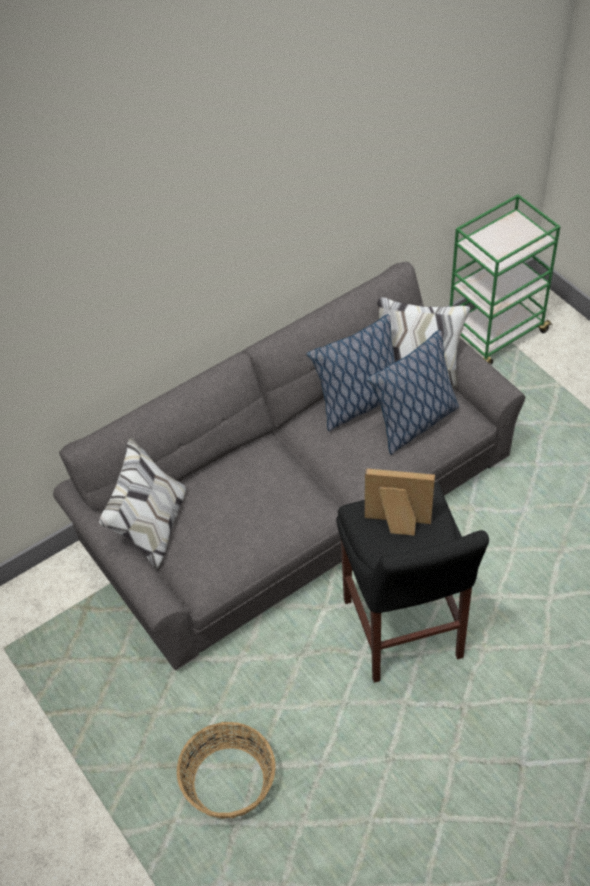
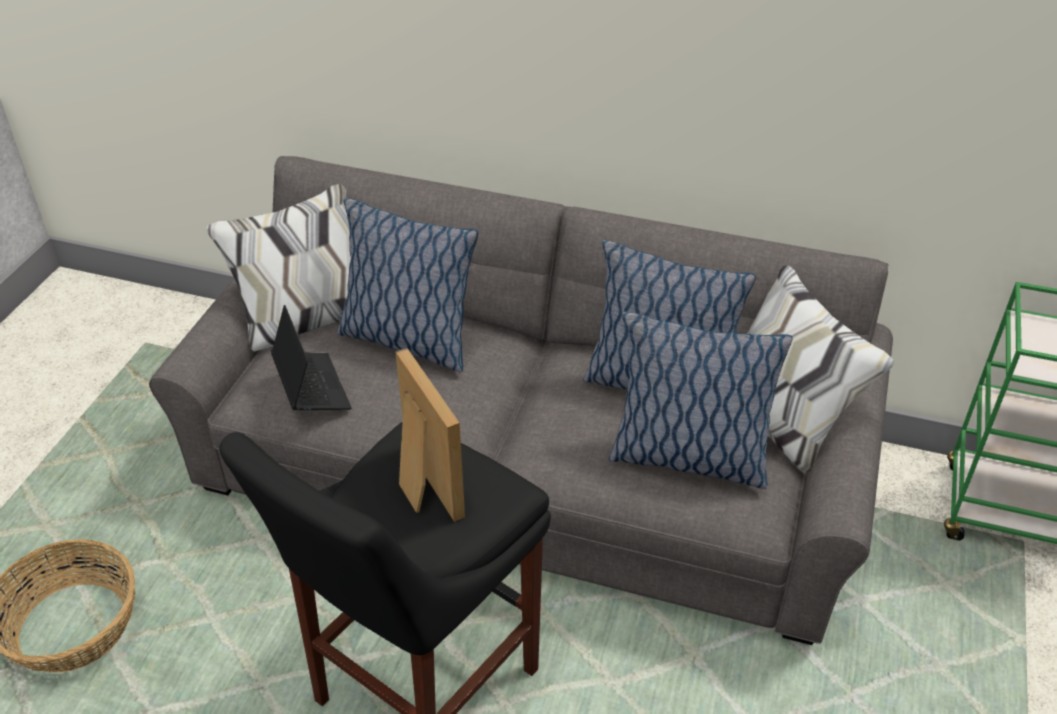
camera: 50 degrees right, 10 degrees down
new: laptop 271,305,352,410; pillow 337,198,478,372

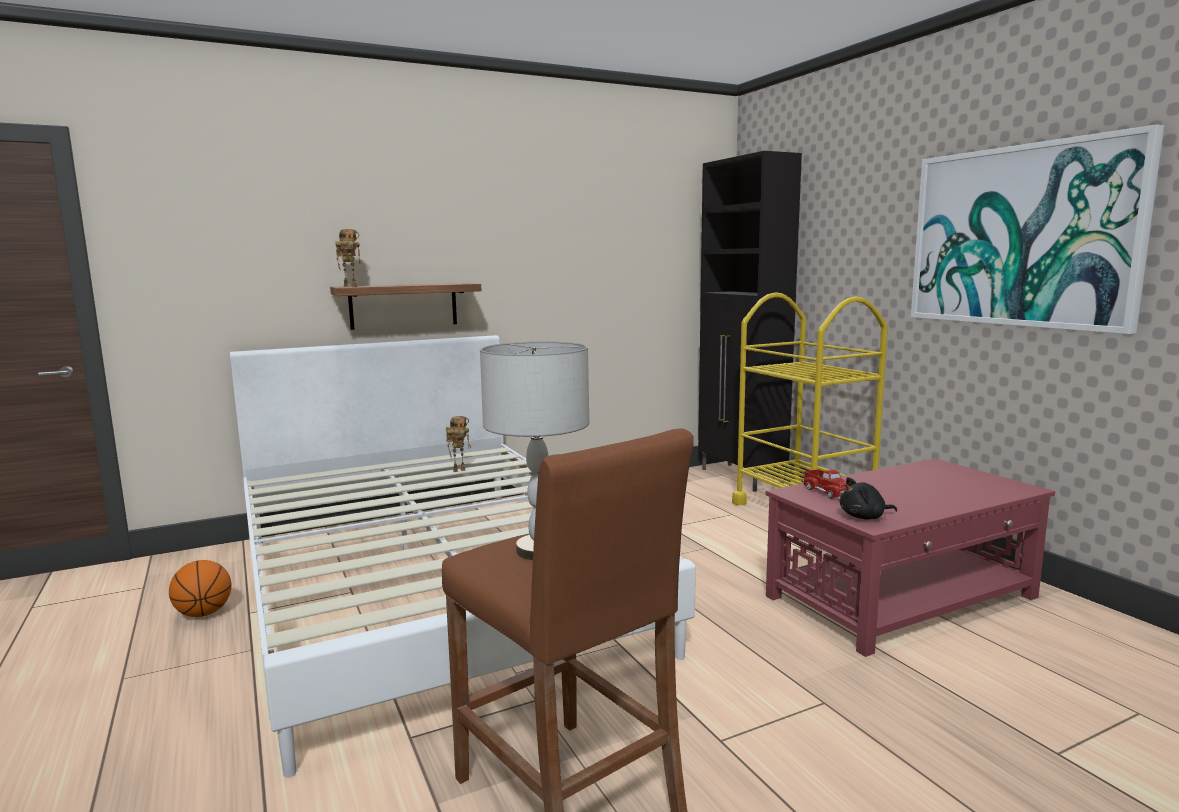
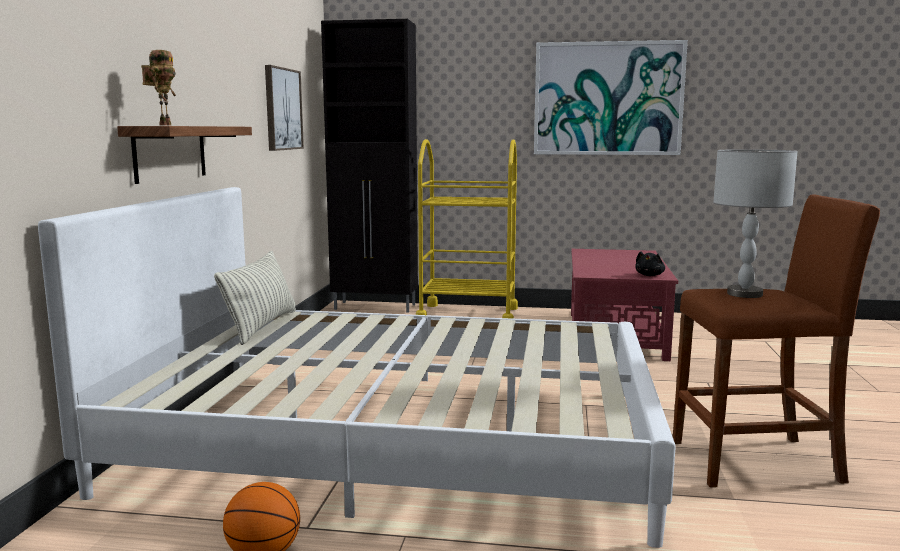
camera: 55 degrees left, 0 degrees up
gone: toy robot 446,416,471,472; toy truck 803,469,846,499
new: pillow 214,251,296,345; picture 265,65,304,151

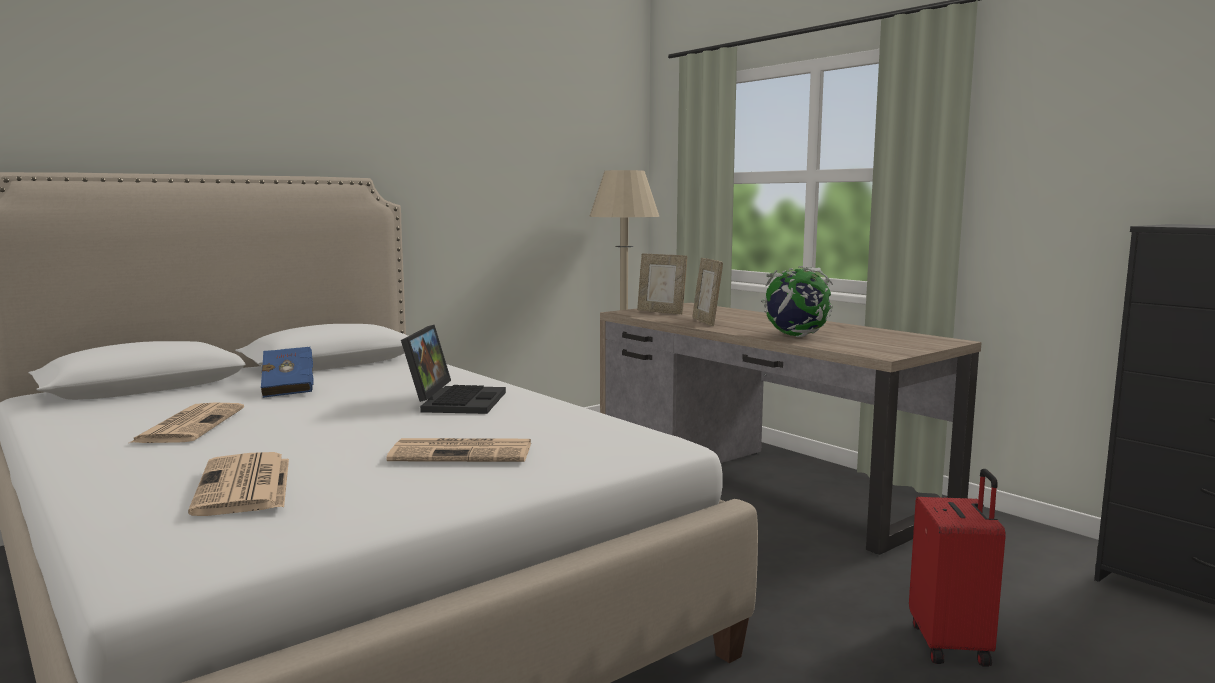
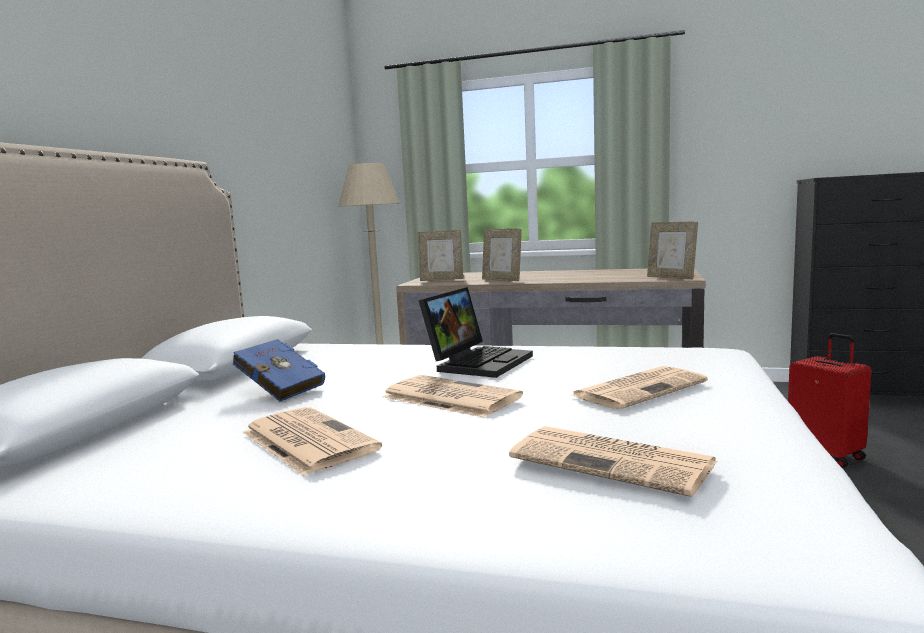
camera: 35 degrees left, 0 degrees up
gone: globe 761,266,833,337
new: newspaper 382,375,523,417; picture frame 647,222,698,279
rotated: laptop 401,325,506,414 = 419,287,533,378 60 degrees clockwise

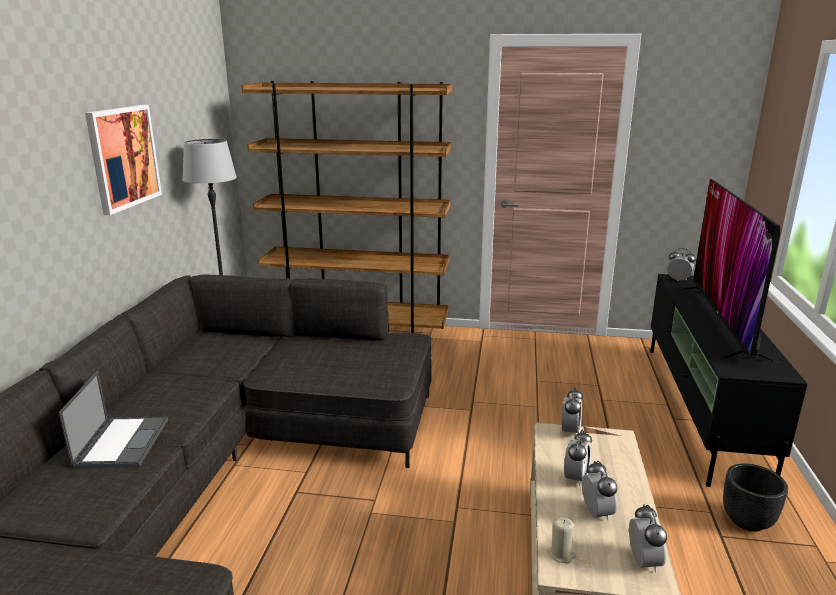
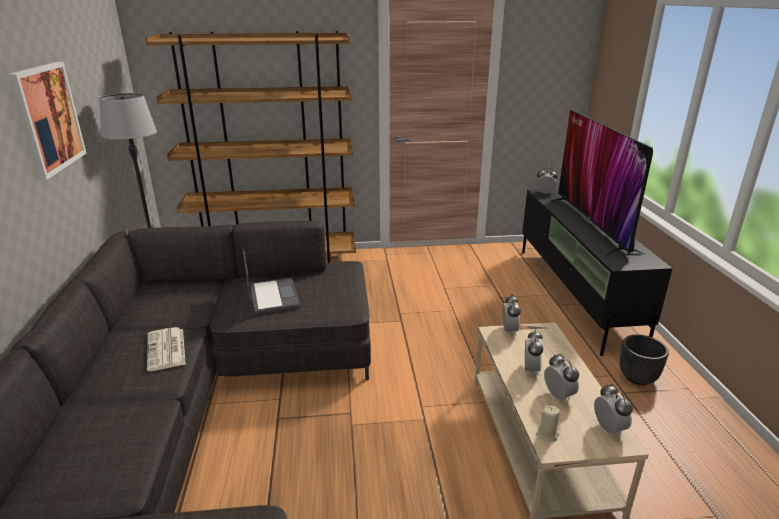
camera: 15 degrees left, 5 degrees up
new: newspaper 147,327,186,371
shifted: laptop 58,370,168,468 to 243,248,301,315

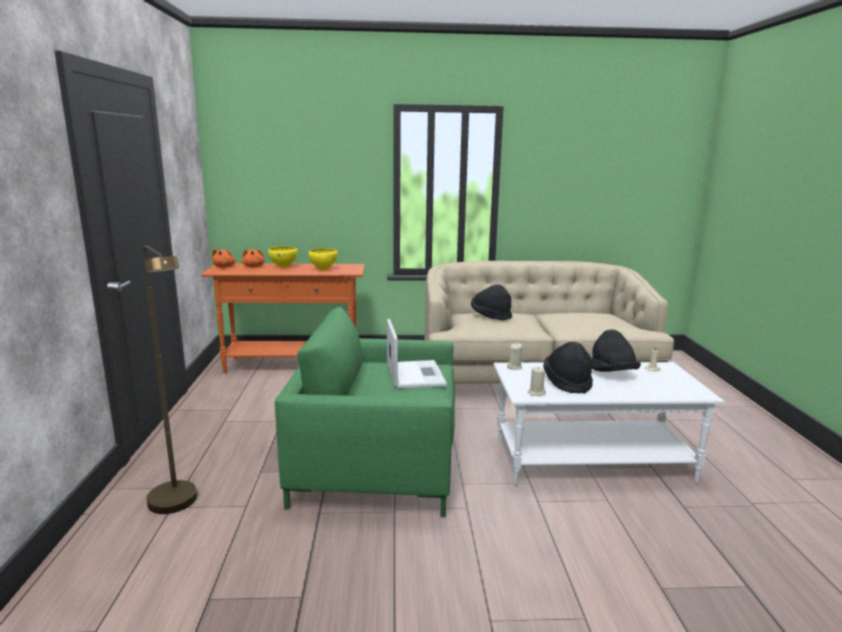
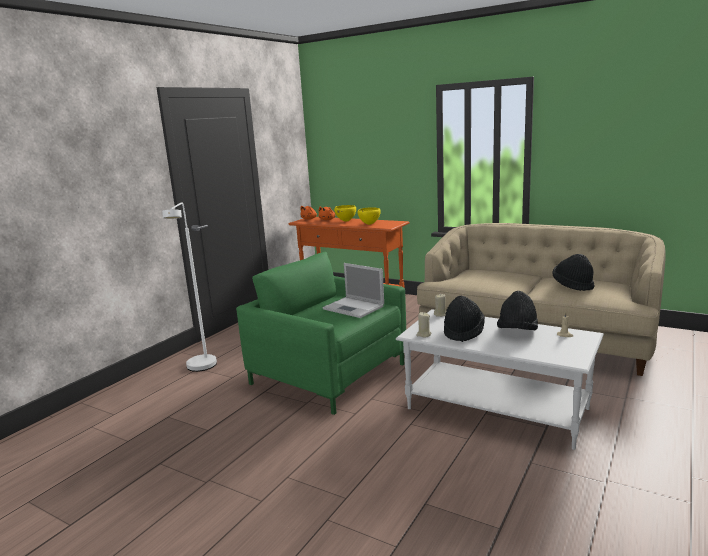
camera: 35 degrees right, 0 degrees up
shifted: black hat 471,284,512,320 to 553,254,595,291
repainted: brown floor lamp 144,245,197,514 to white floor lamp 162,203,217,372
rotated: laptop 387,319,447,389 = 322,263,384,318 105 degrees clockwise

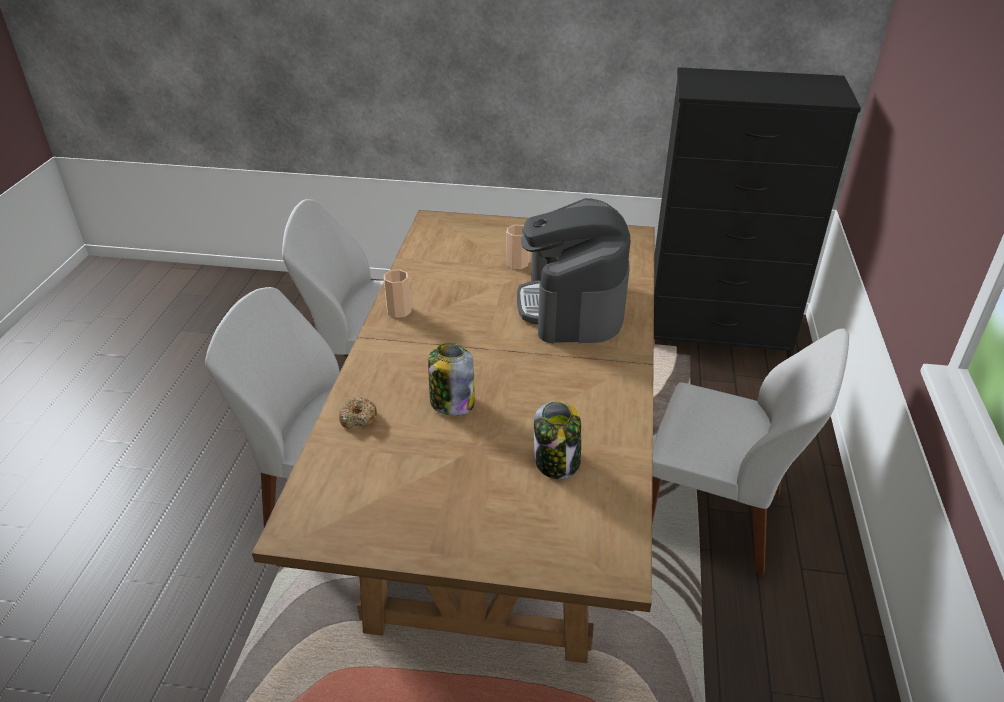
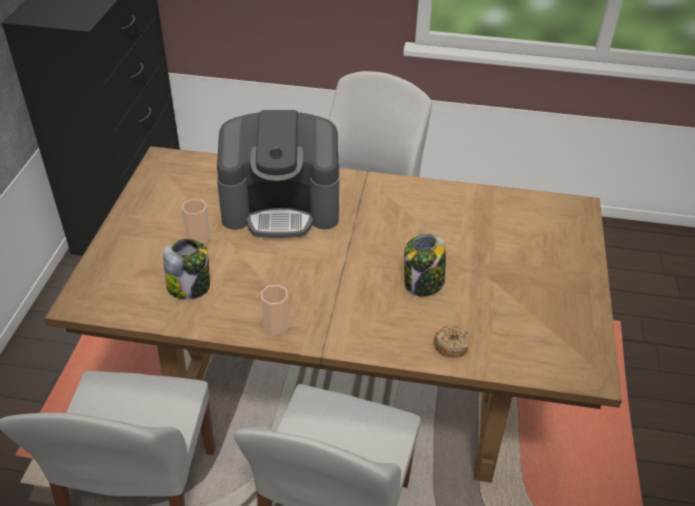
camera: 90 degrees left, 5 degrees up
shifted: jar 534,401,581,479 to 163,238,210,300

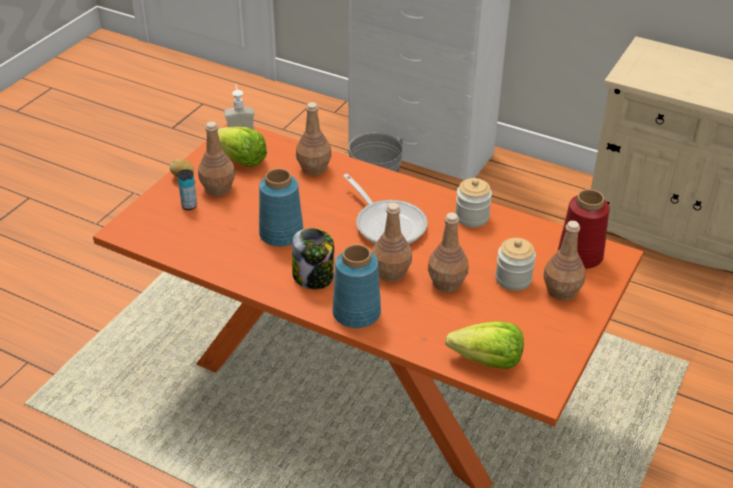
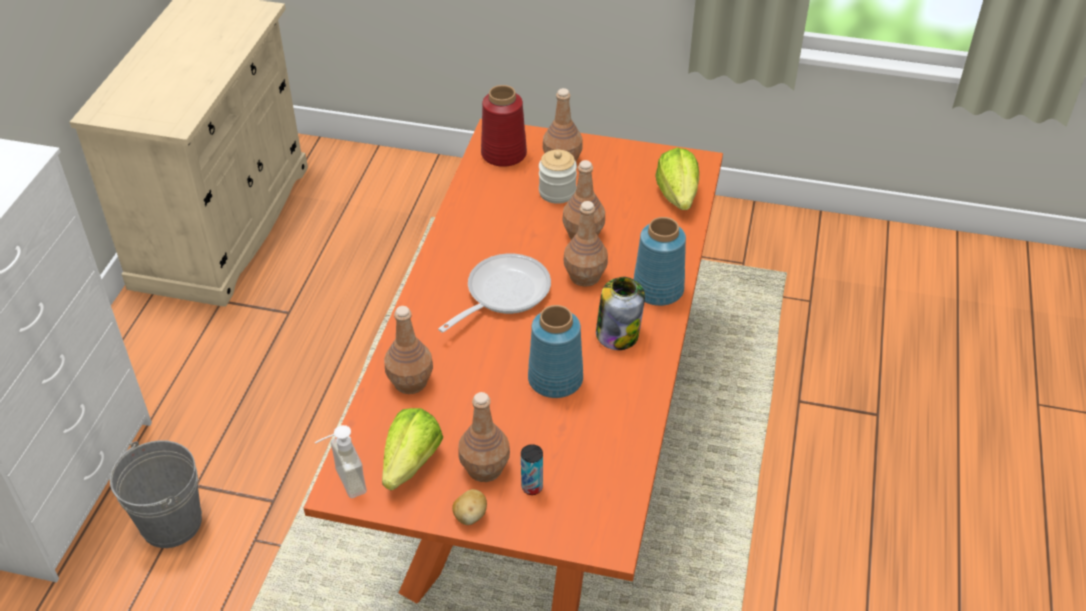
camera: 105 degrees left, 5 degrees up
gone: jar 455,178,492,227

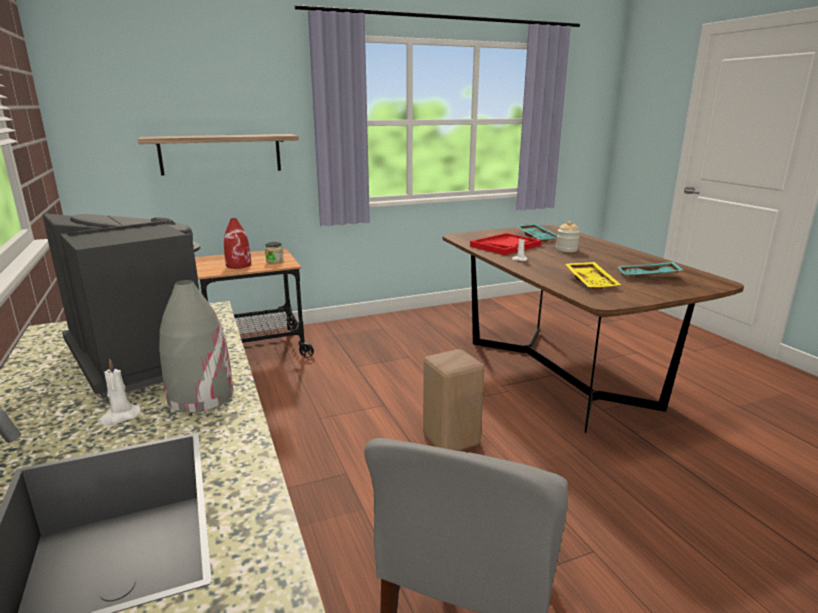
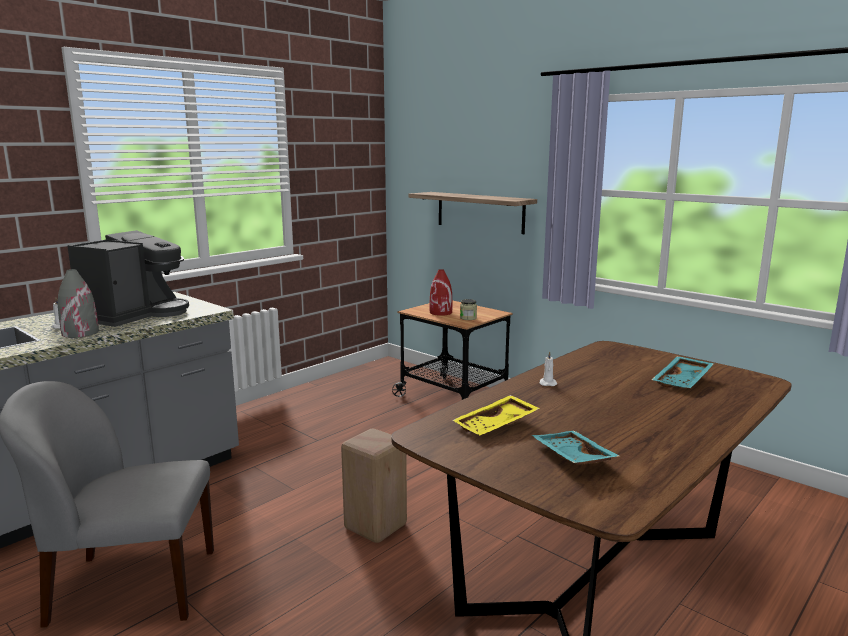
camera: 65 degrees right, 5 degrees down
gone: red tray 470,233,542,255; jar 556,221,580,252

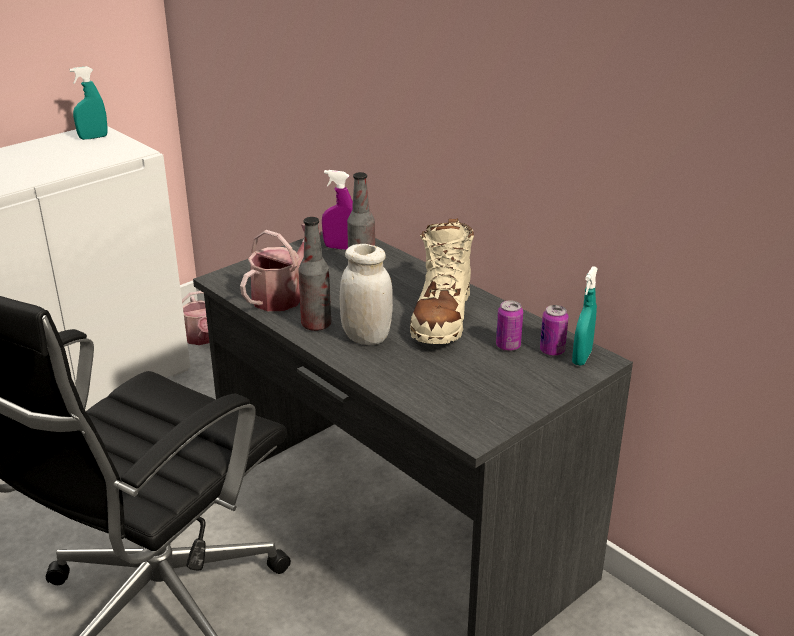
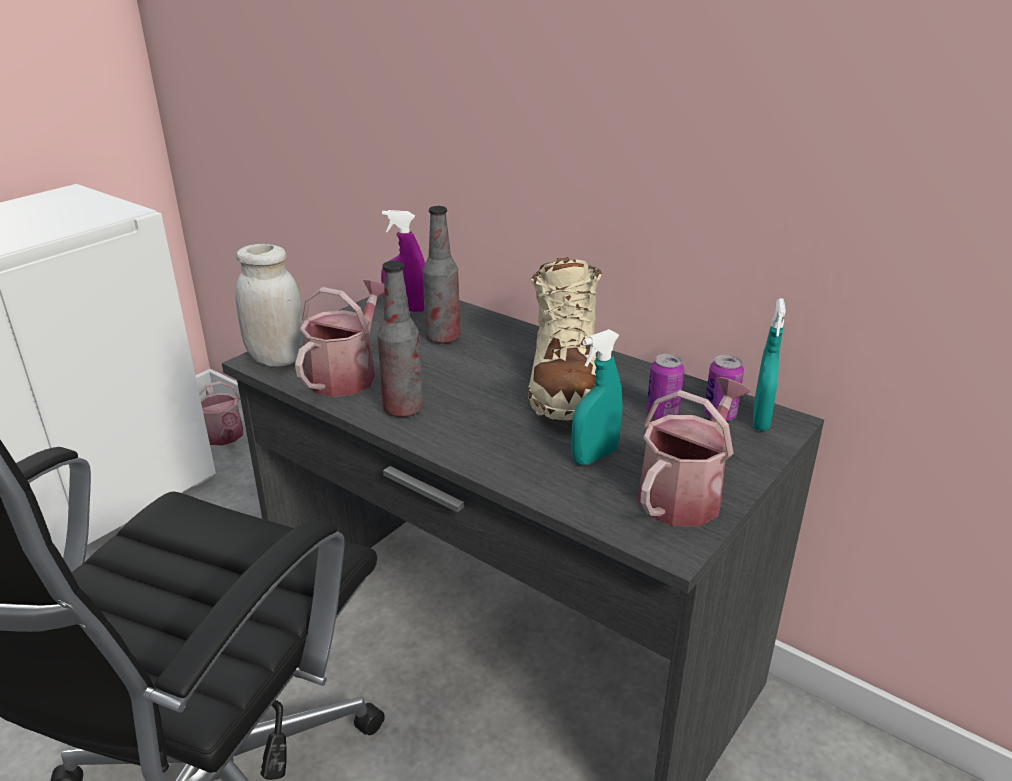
camera: 10 degrees left, 0 degrees up
new: watering can 637,377,751,526
shifted: turquoise spray bottle 69,66,107,140 to 572,329,622,465; white jar 340,244,393,345 to 236,244,304,367

